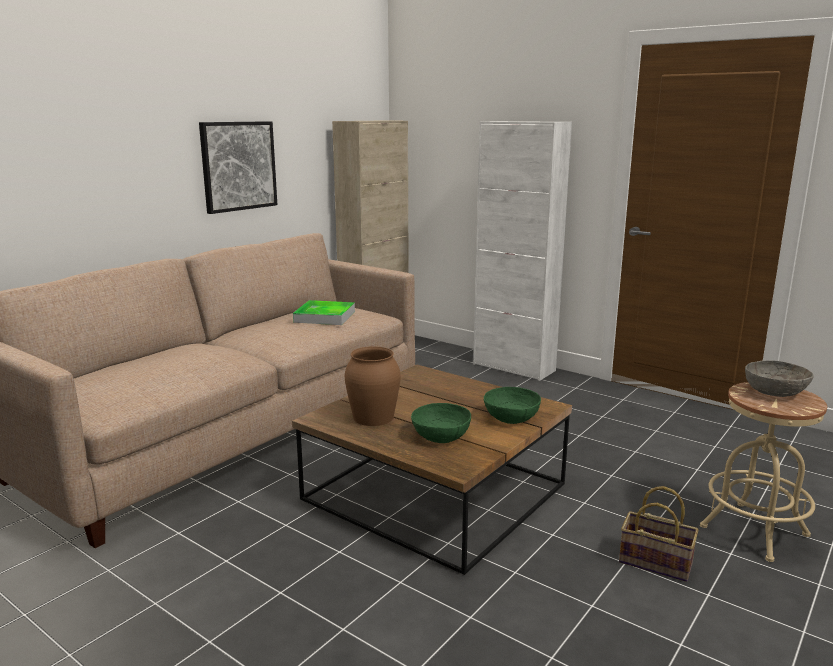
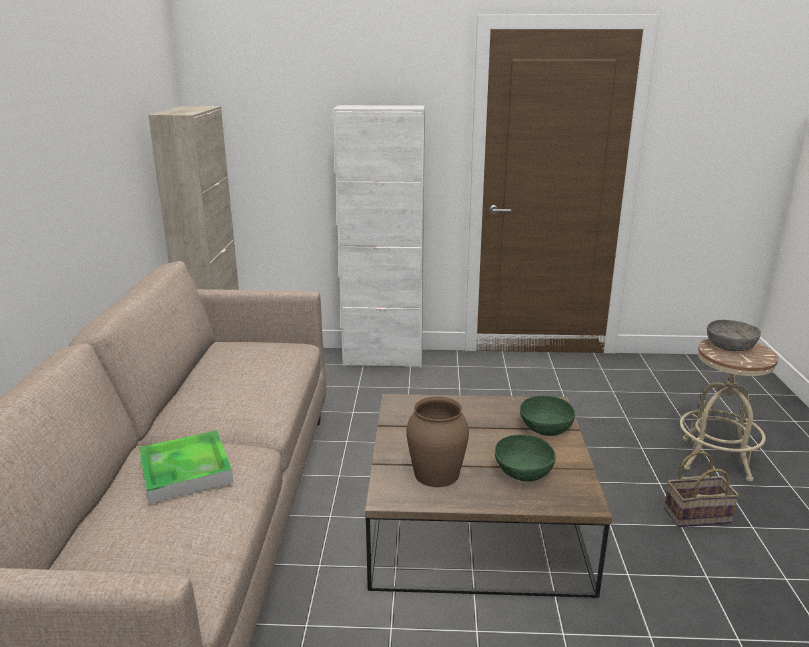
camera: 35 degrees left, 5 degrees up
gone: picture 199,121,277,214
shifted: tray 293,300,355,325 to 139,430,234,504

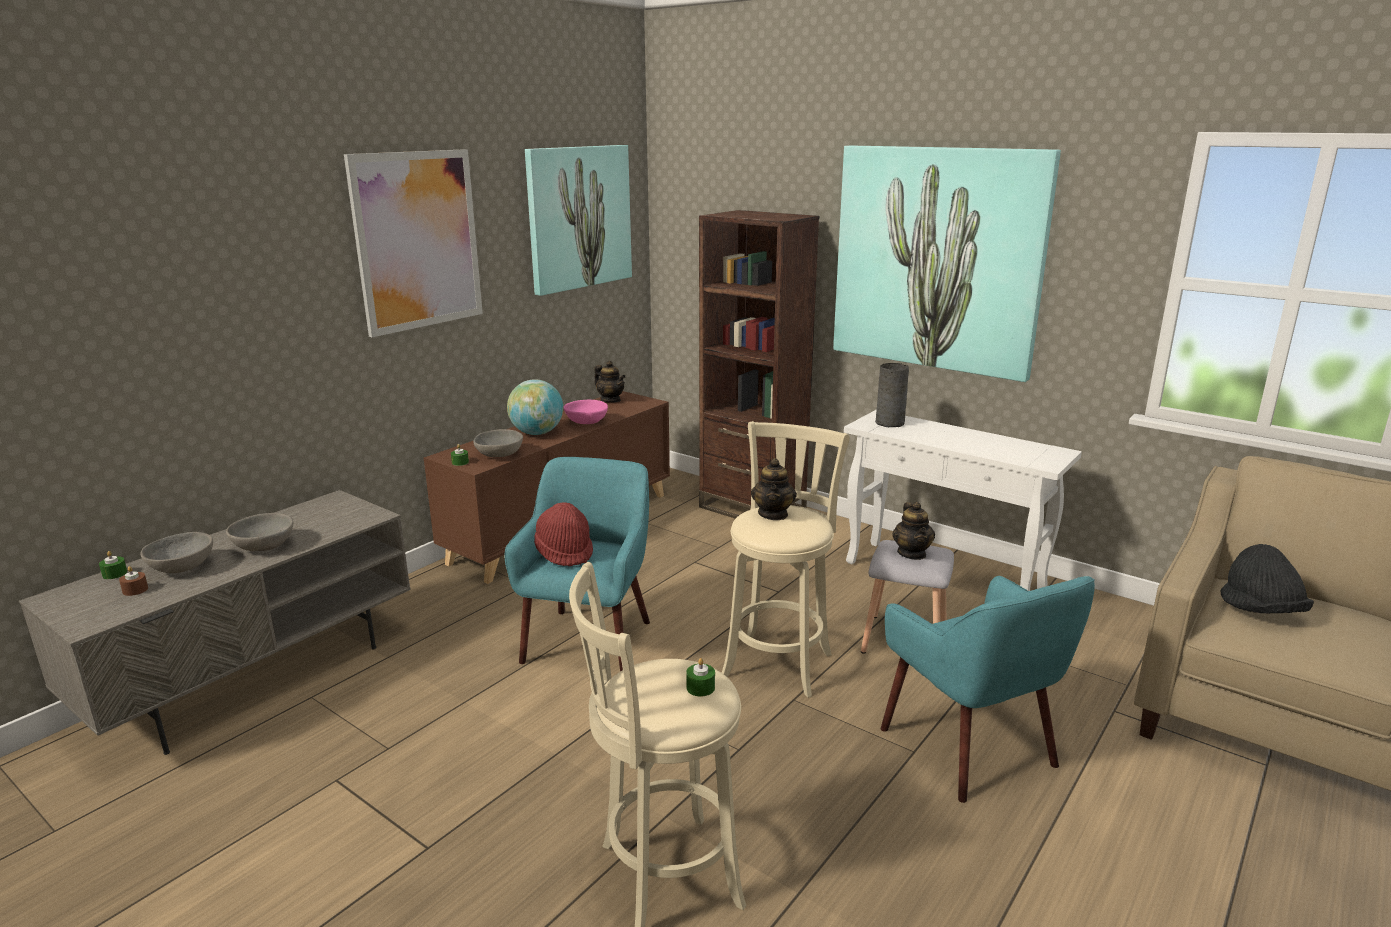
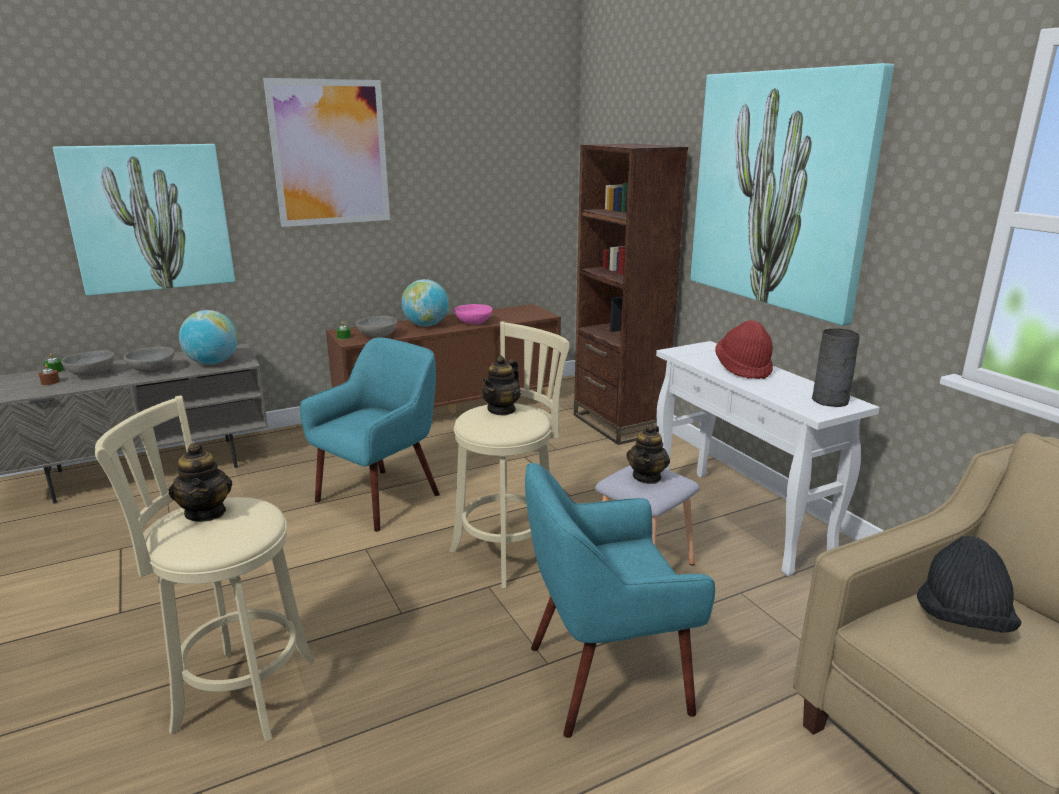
camera: 25 degrees right, 0 degrees up
gone: green candle 686,658,715,696
new: globe 179,310,238,365
shifted: picture 525,145,632,296 to 53,144,235,296; red hat 534,502,593,566 to 715,320,773,379; teapot 594,361,626,403 to 168,443,232,522; grey vase 875,363,909,427 to 812,329,860,407
rotated: turquoise armchair 881,576,1095,803 = 525,463,715,738 75 degrees clockwise

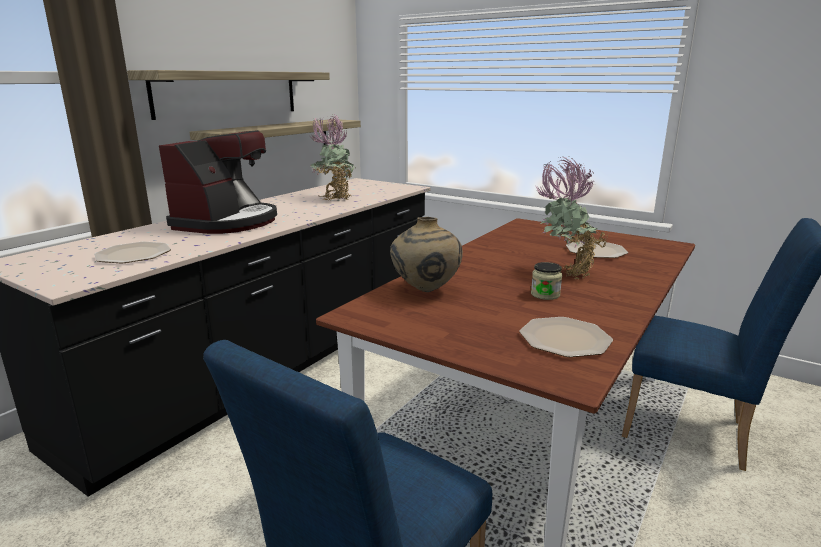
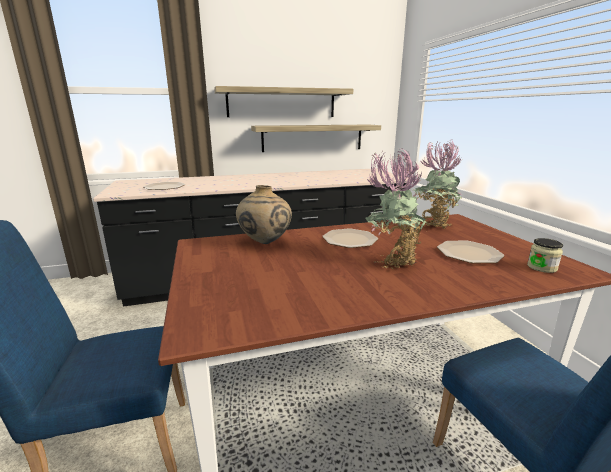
camera: 40 degrees right, 0 degrees up
gone: coffee machine 159,130,277,234
shifted: potted plant 310,114,356,200 to 413,139,462,229; plate 519,317,613,357 to 322,228,378,248; jar 531,262,562,300 to 527,238,563,273

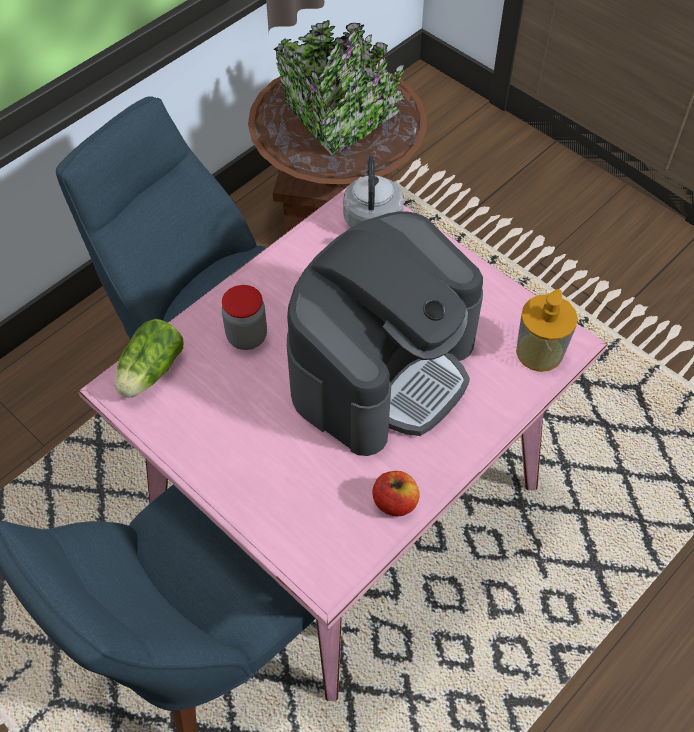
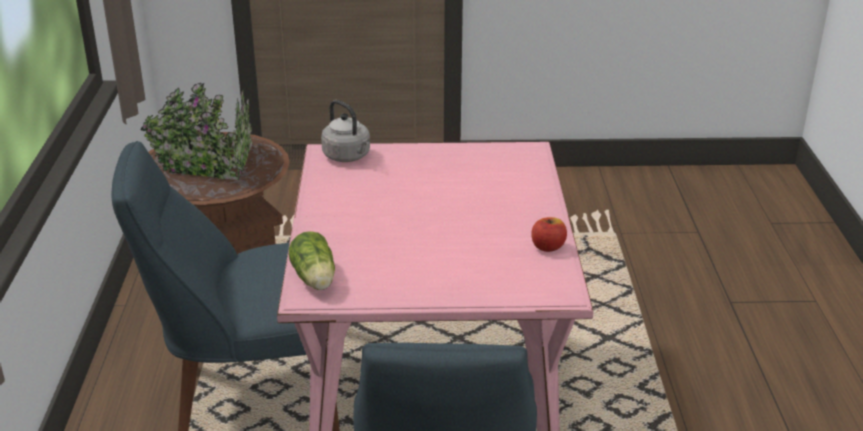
camera: 45 degrees left, 25 degrees down
gone: jar 222,285,267,350; coffee machine 287,211,483,456; soap dispenser 516,289,578,372

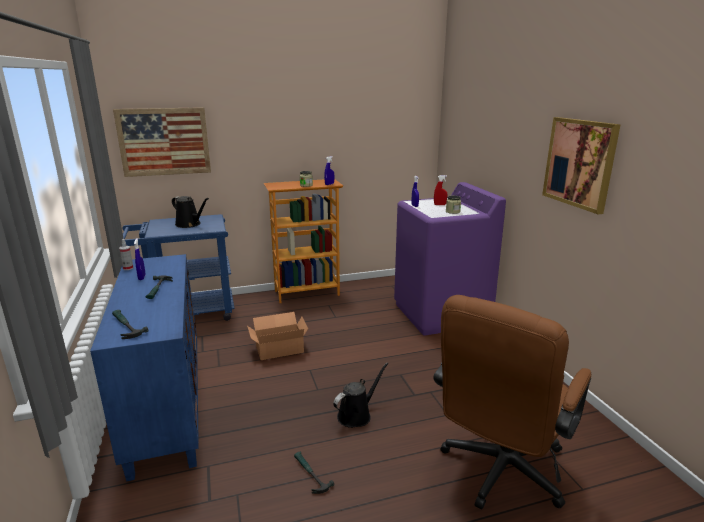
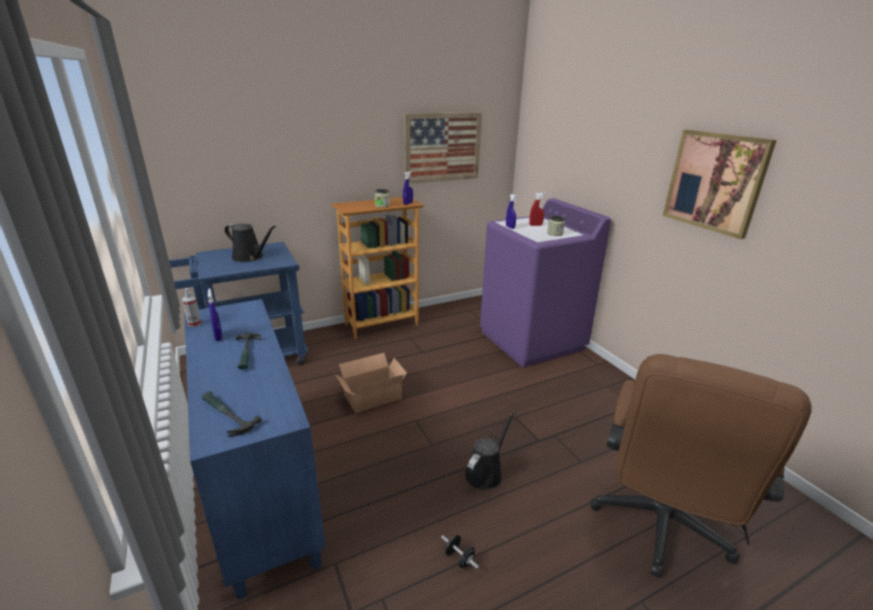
camera: 10 degrees left, 5 degrees up
shifted: picture 113,107,211,177 to 404,112,482,184
swapped: hammer 294,452,334,494 to black dumbbell 441,535,479,569

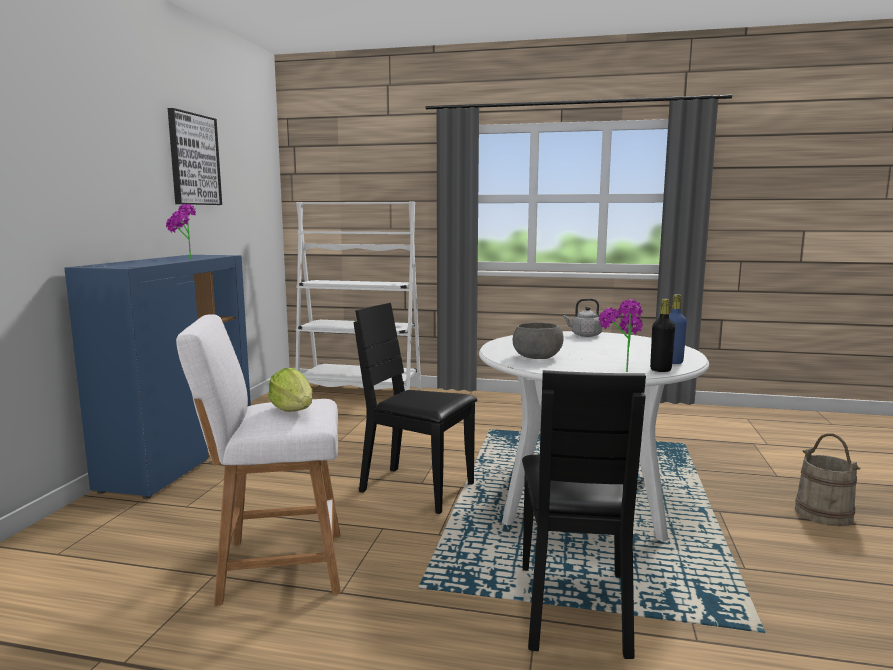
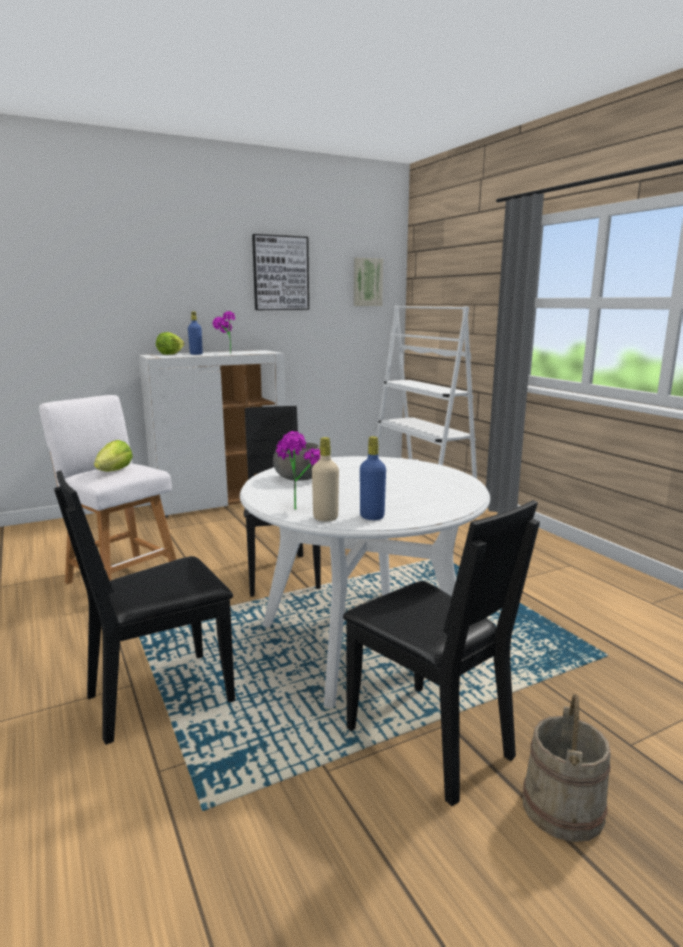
camera: 50 degrees right, 5 degrees up
gone: grey kettle 563,298,602,337
new: lettuce 156,332,185,355; blue bottle 188,311,203,355; black chair 343,500,540,806; picture 354,258,383,306
repainted: blue cabinet 64,255,251,499 to white cabinet 139,350,286,518; black bottle 650,299,675,372 to beige bottle 312,437,339,521

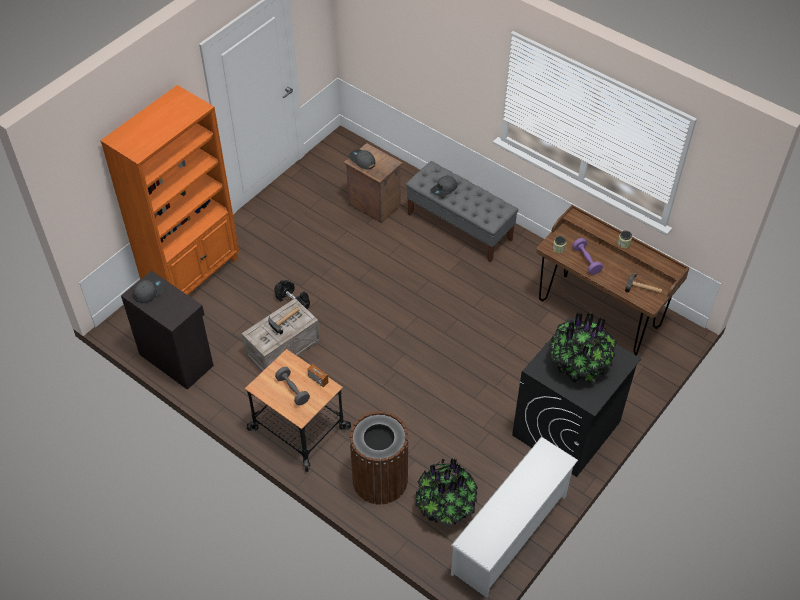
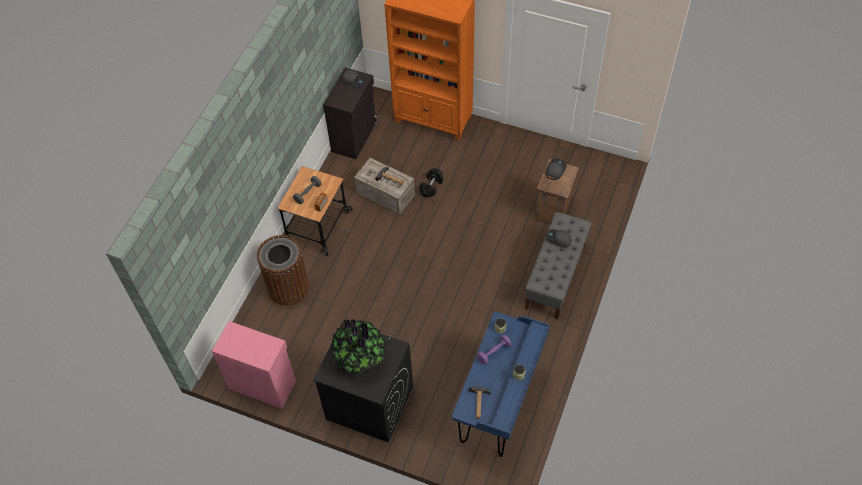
camera: 75 degrees right, 5 degrees up
gone: potted plant 416,459,478,527
swapped: white shoe rack 451,437,578,598 to pink cabinet 212,321,296,409
repainted: brown desk 536,205,690,356 to blue desk 452,312,550,457

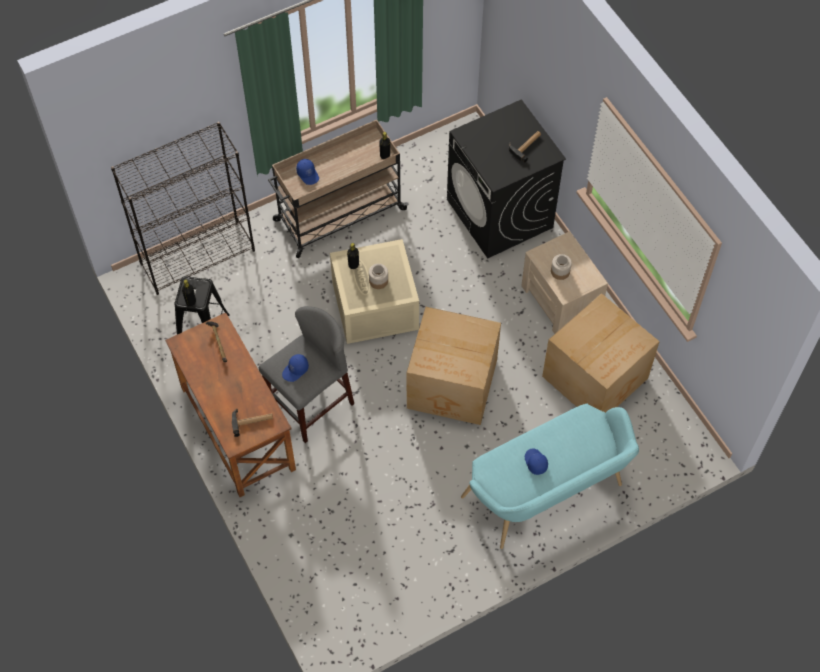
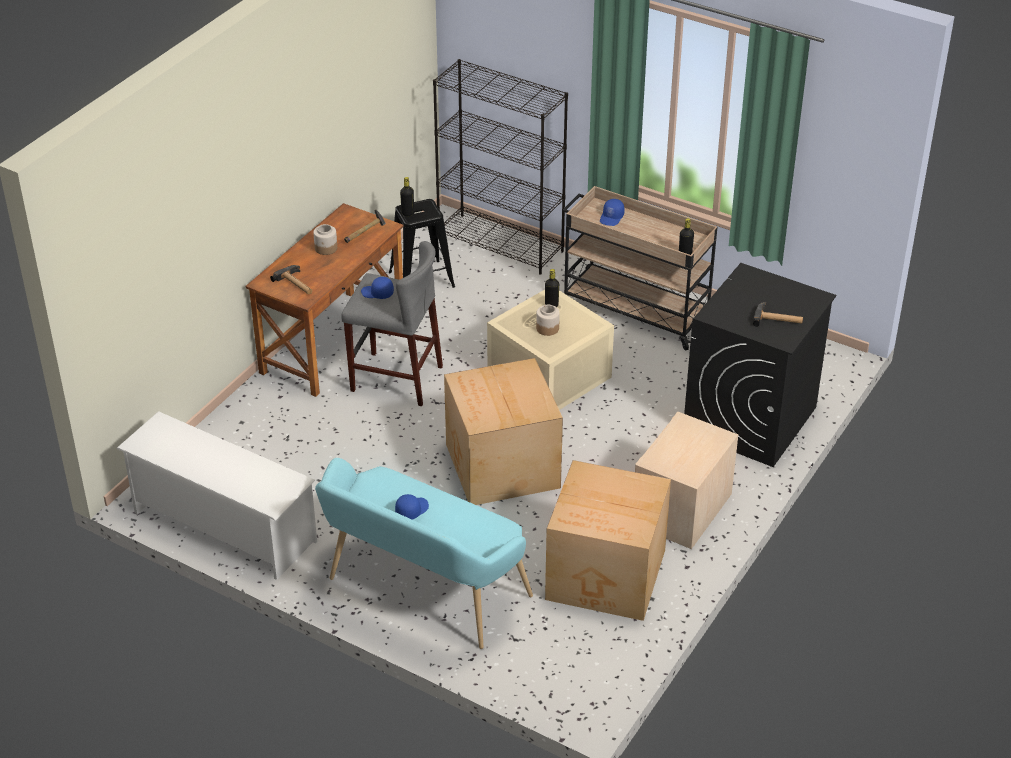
camera: 60 degrees right, 20 degrees down
new: white shoe rack 116,411,317,580
shifted: jar 551,254,572,280 to 313,224,337,255

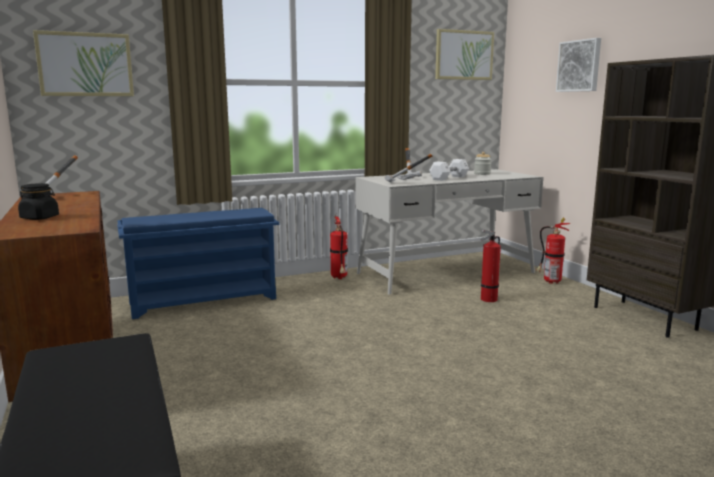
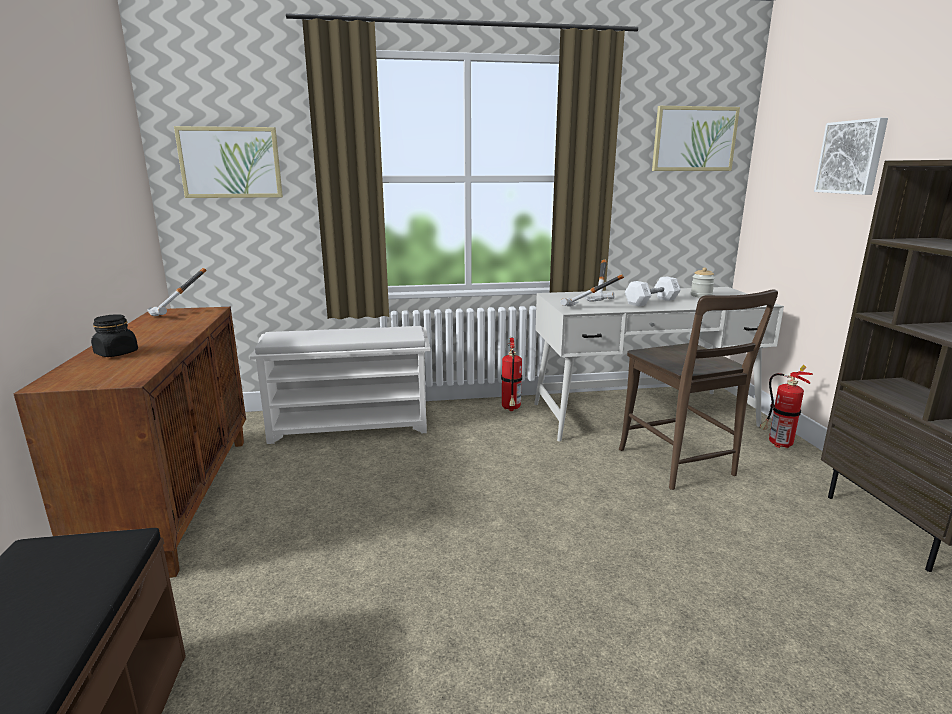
camera: 15 degrees right, 5 degrees up
swapped: fire extinguisher 480,230,501,302 to brown chair 619,289,778,490
repainted: blue shoe rack 117,208,279,319 to white shoe rack 250,326,431,444

